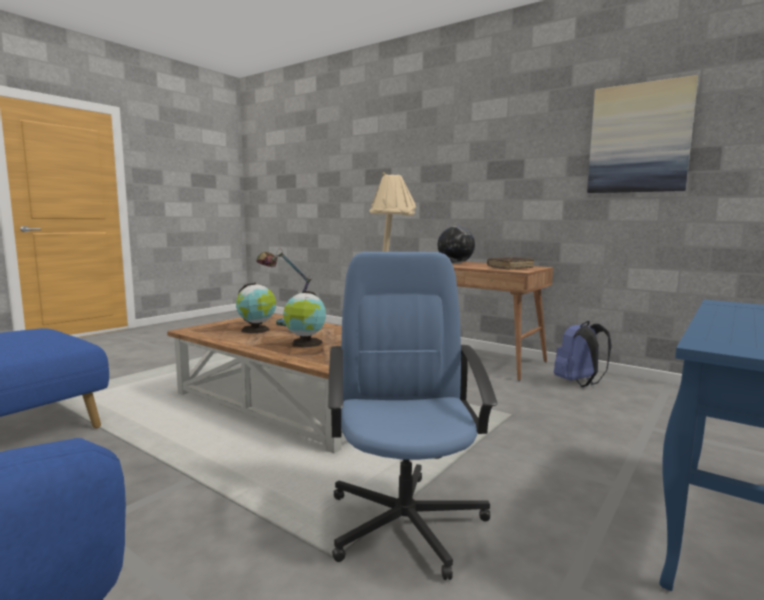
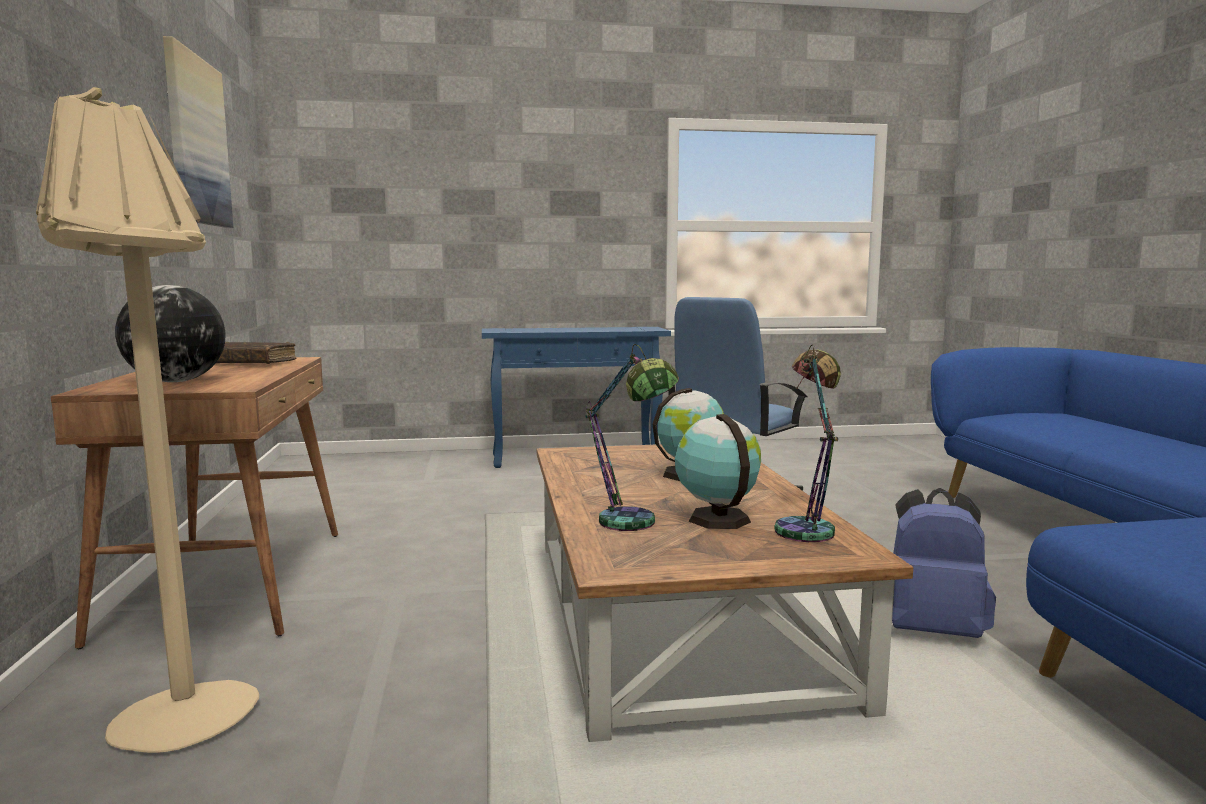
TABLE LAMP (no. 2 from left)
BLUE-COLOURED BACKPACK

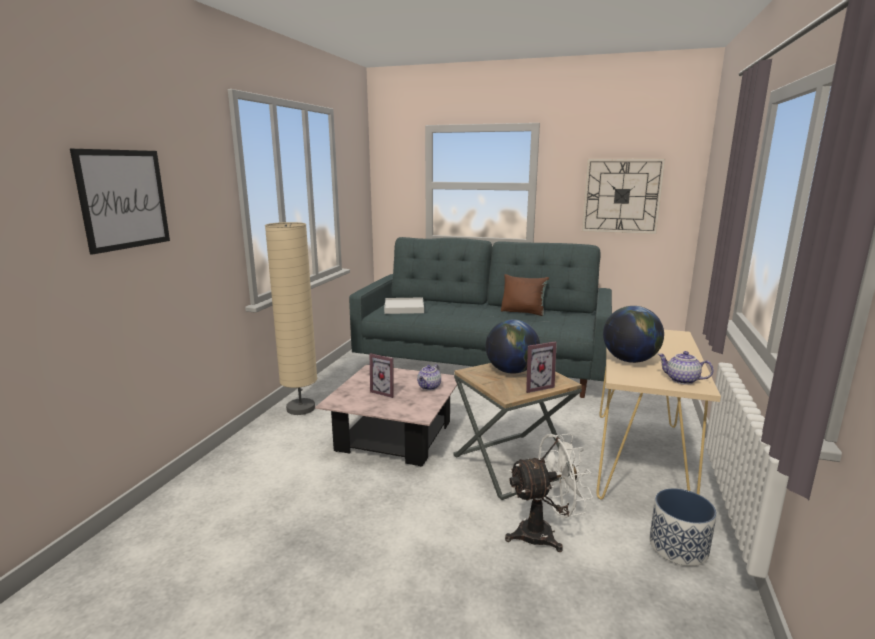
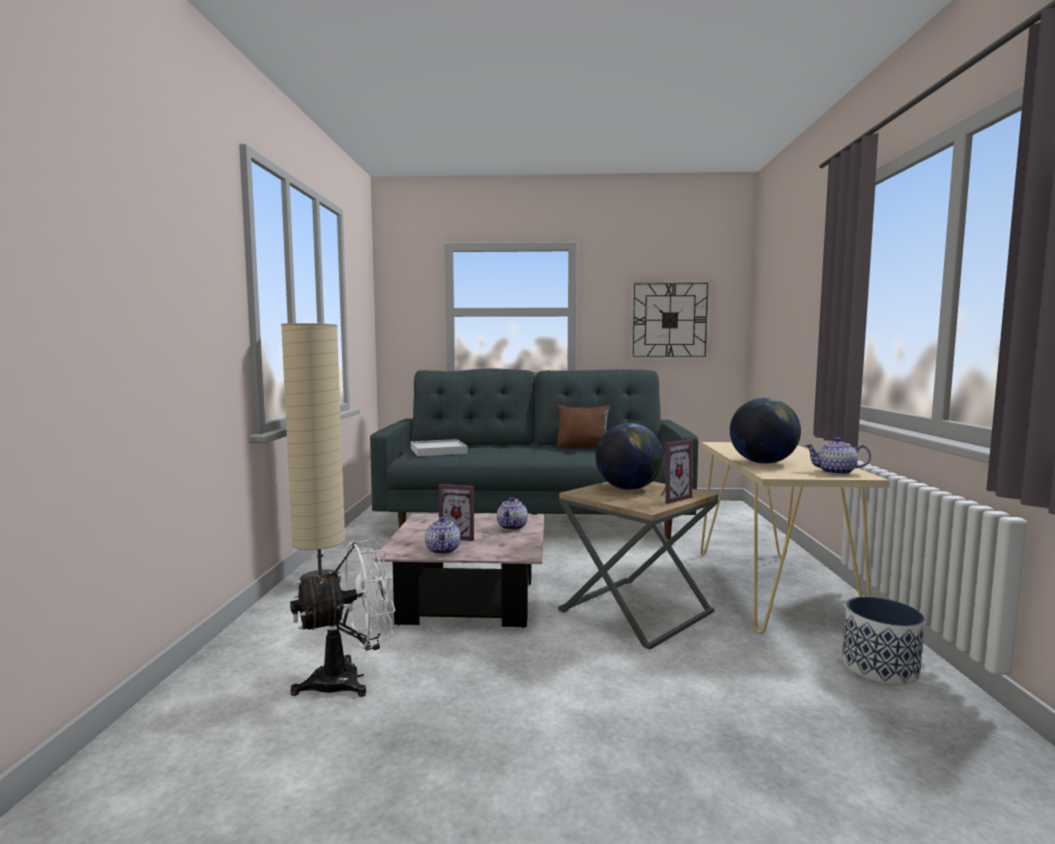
WALL ART
TEA POT (no. 1 from left)
WHITE ELECTRIC FAN

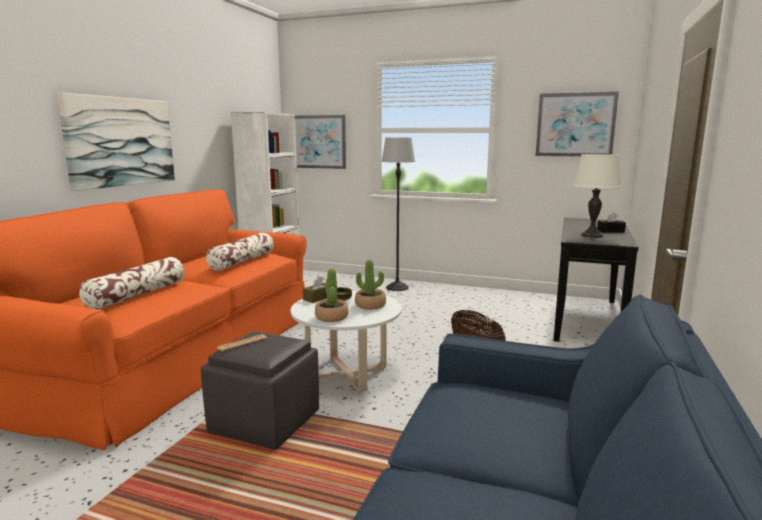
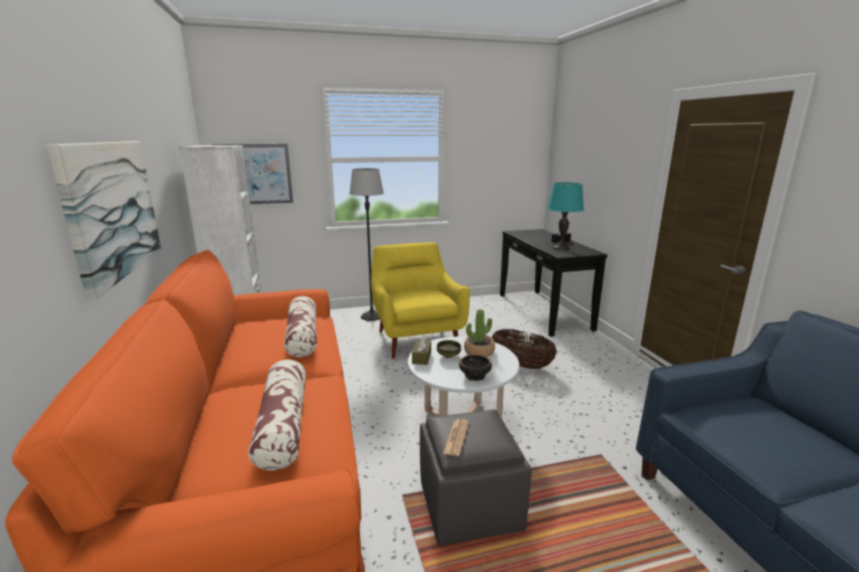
WALL ART (no. 3 from left in the first image)
YELLOW EASY CHAIR
SERVING BOWL (no. 2 from left)
TURQUOISE-COLOURED TABLE LAMP

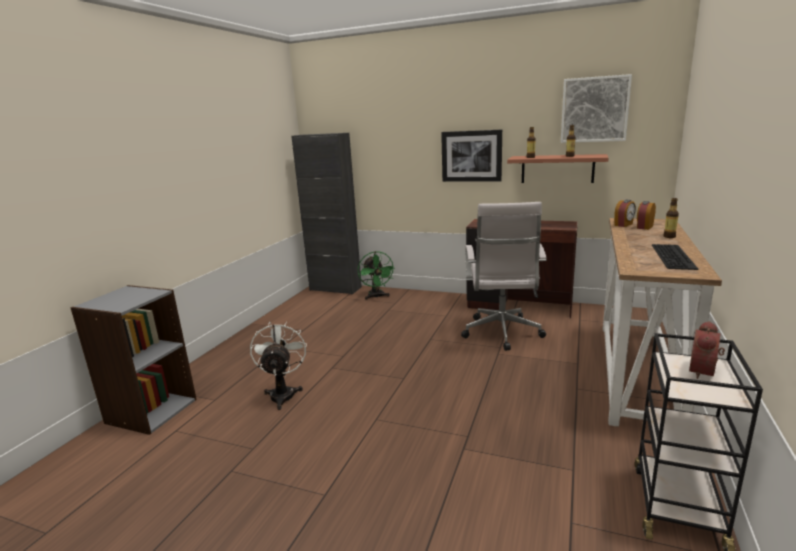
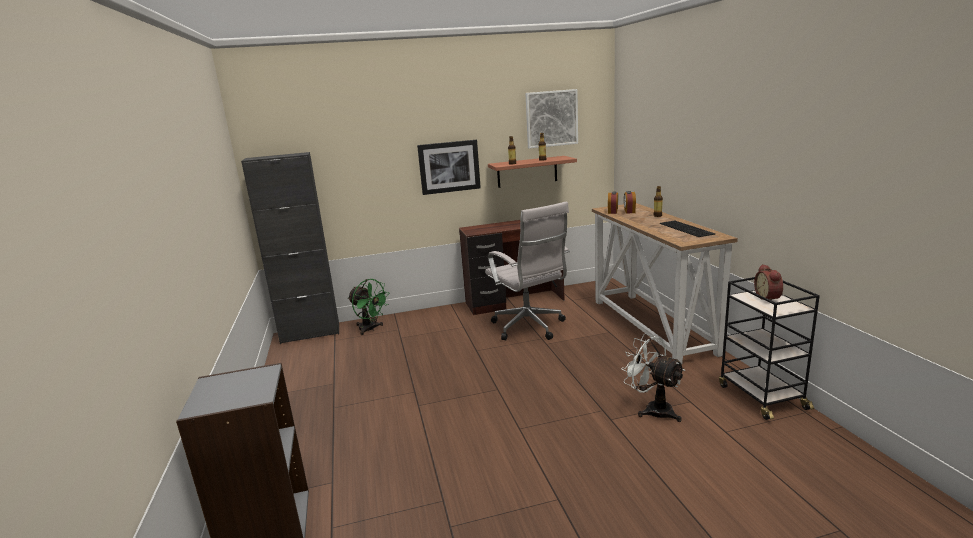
WHITE ELECTRIC FAN

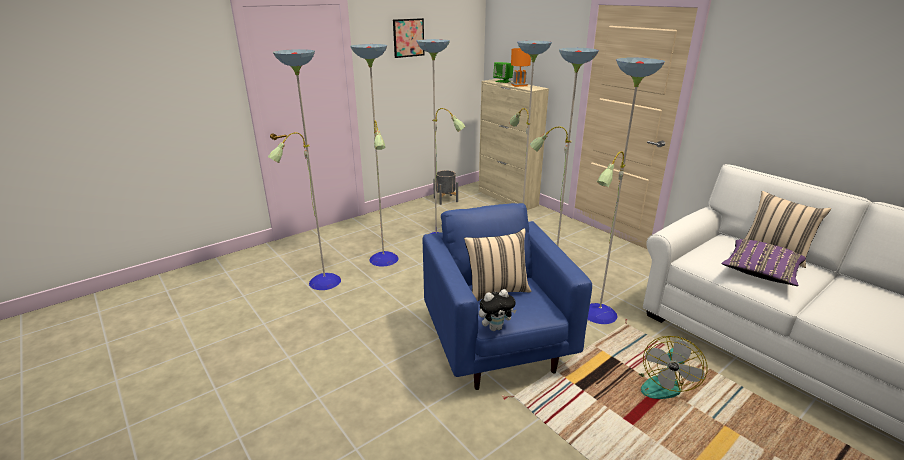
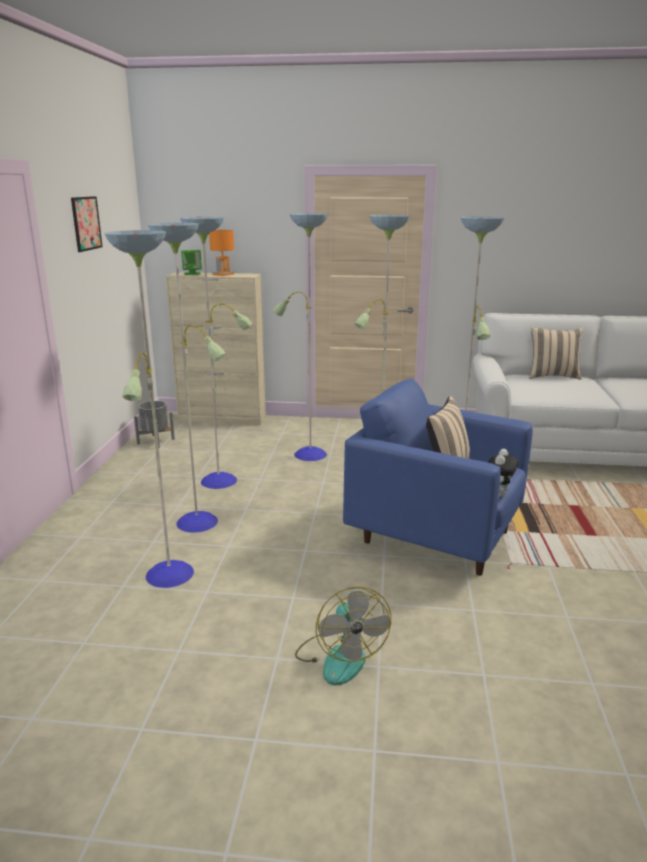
PURPLE CUSHION
ELECTRIC FAN

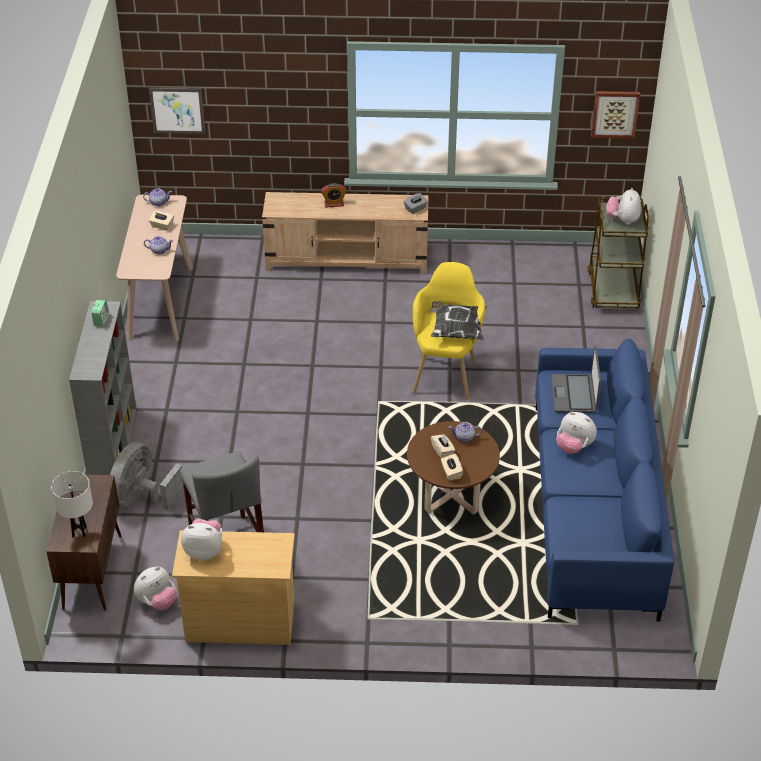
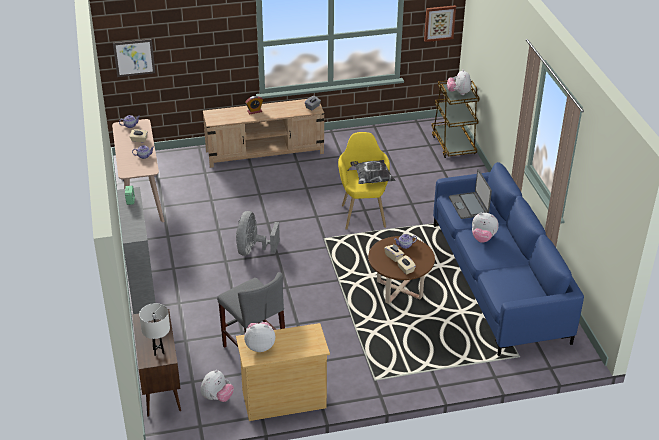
GREYISH ELECTRIC FAN

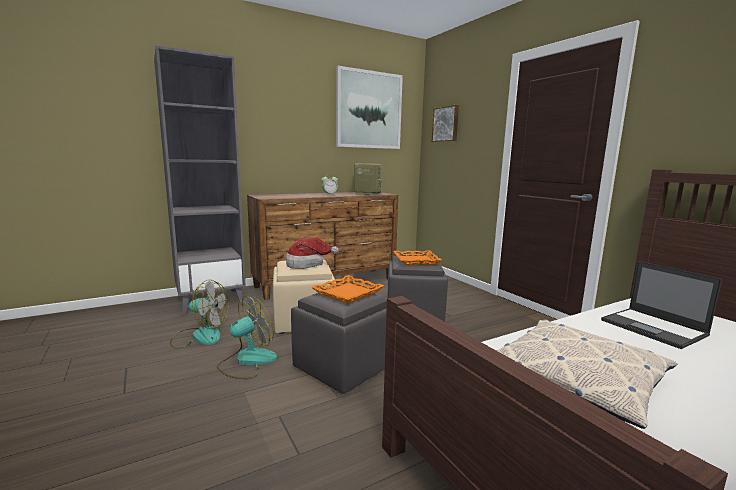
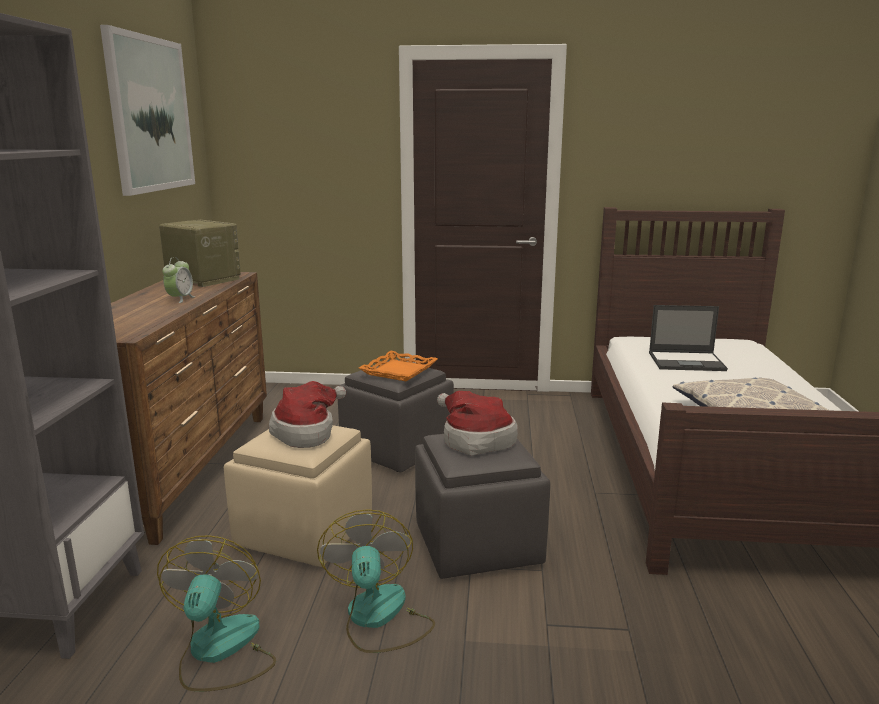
WALL ART (no. 2 from left in the first image)
WEARABLE HAT (no. 2 from left)
ELECTRIC FAN (no. 1 from left)

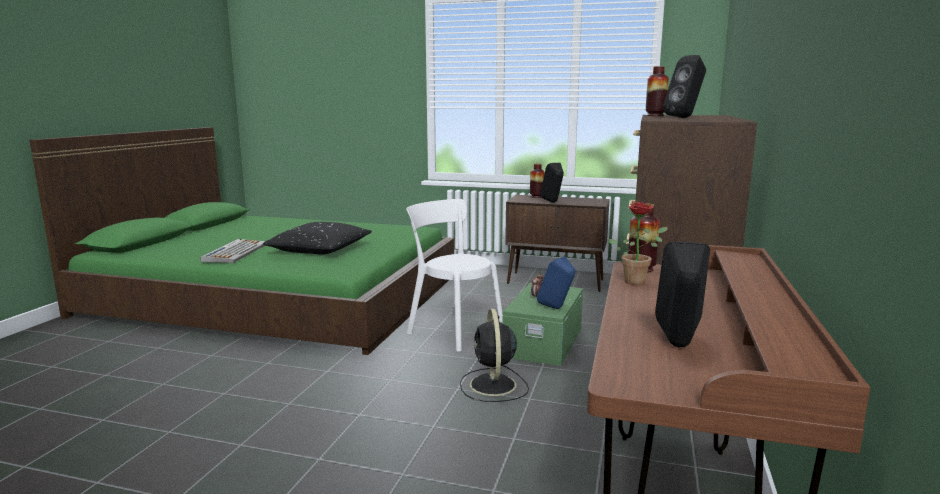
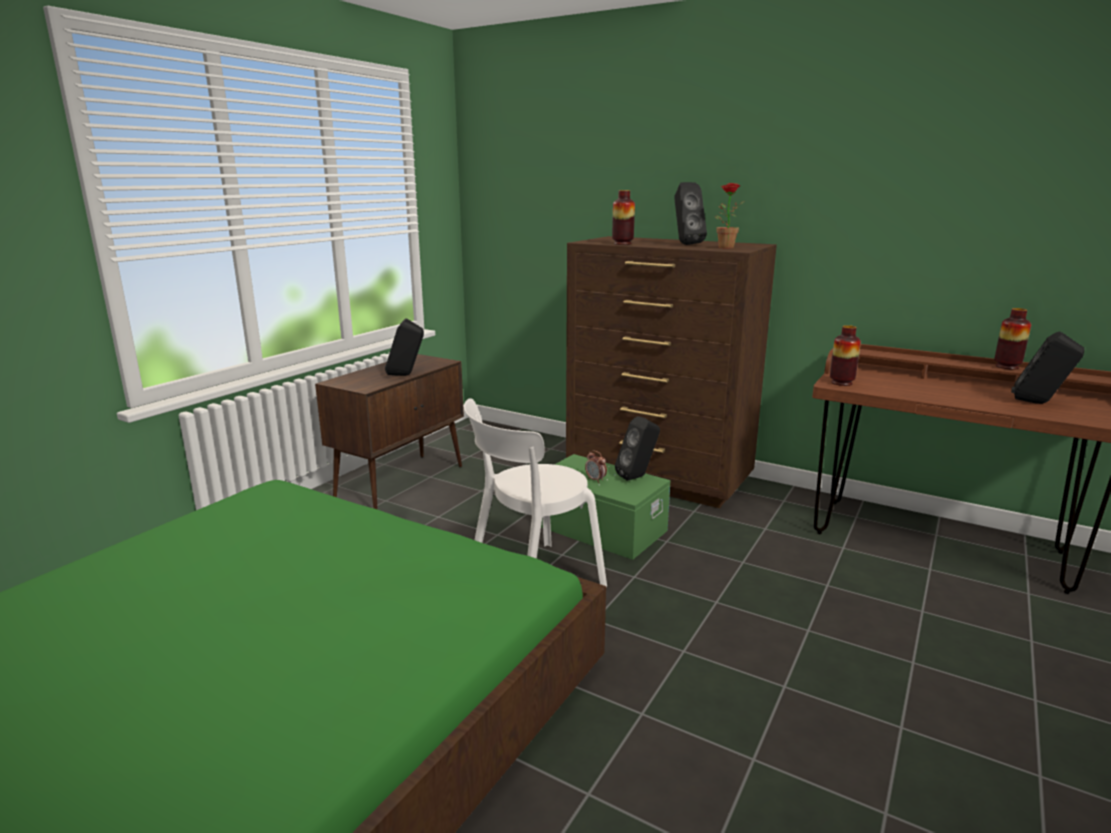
COMPUTER KEYBOARD
BLACK CUSHION
BLACK ELECTRIC FAN
DECORATIVE VASE (no. 3 from left)
POTTED PLANT
BLACK SPEAKER (no. 2 from left)

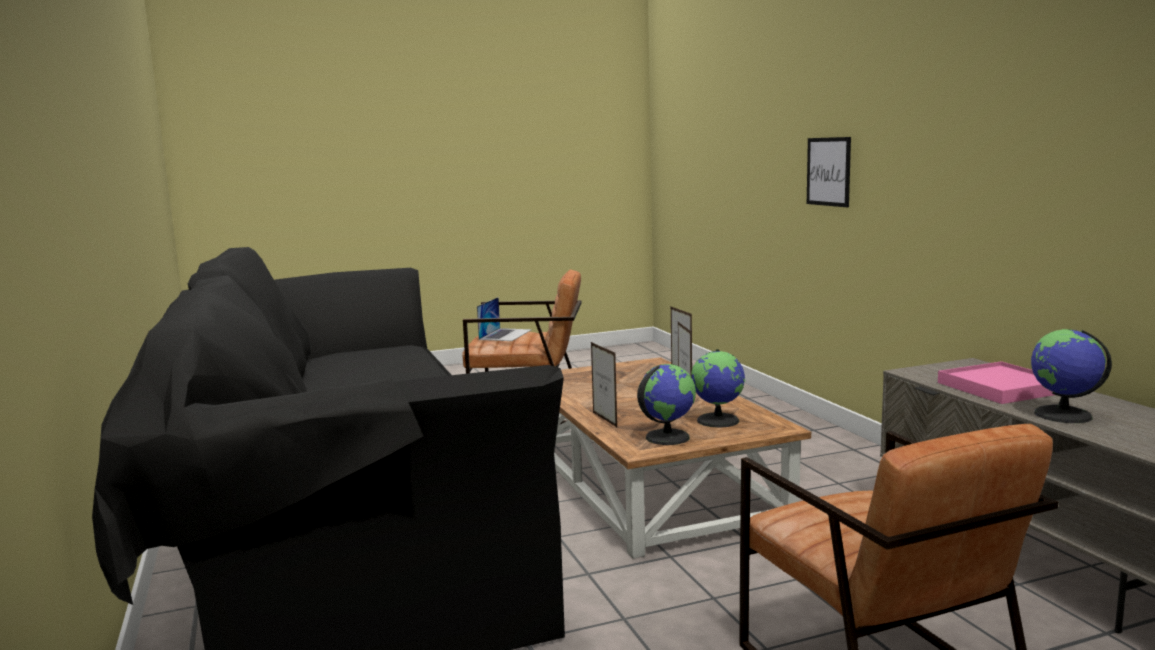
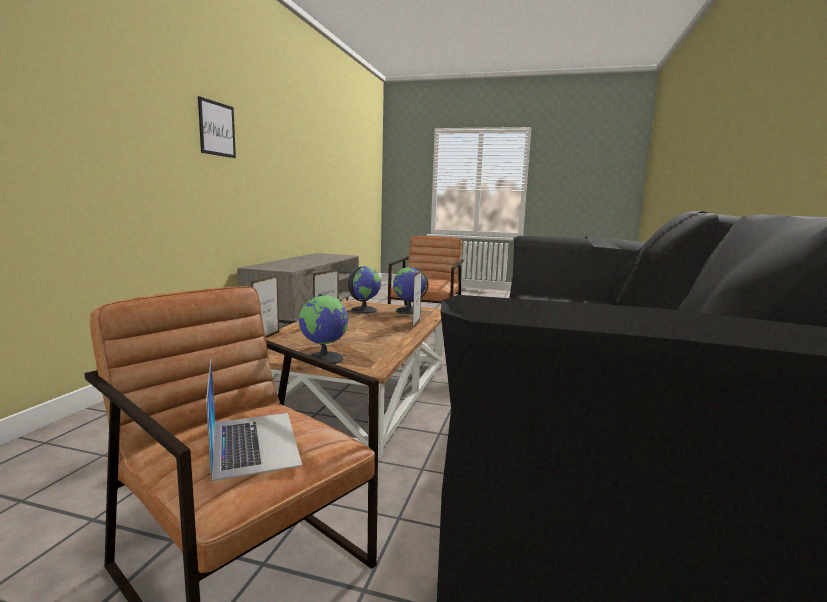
PINK-COLOURED SERVING TRAY
WALL ART
WORLD GLOBE (no. 1 from left)
PORTABLE COMPUTER

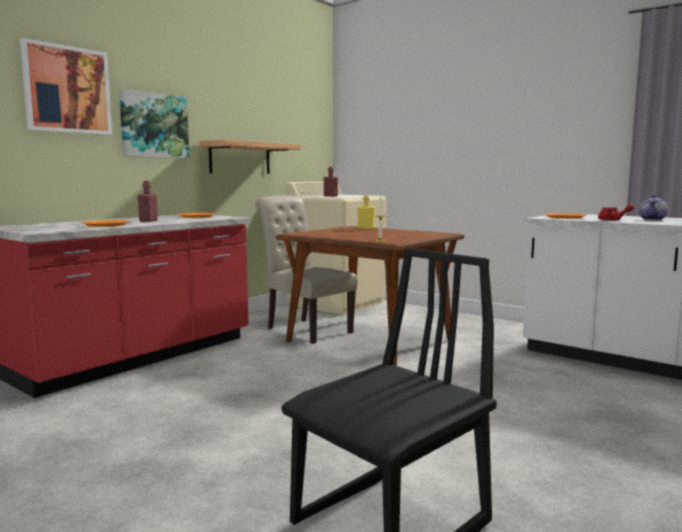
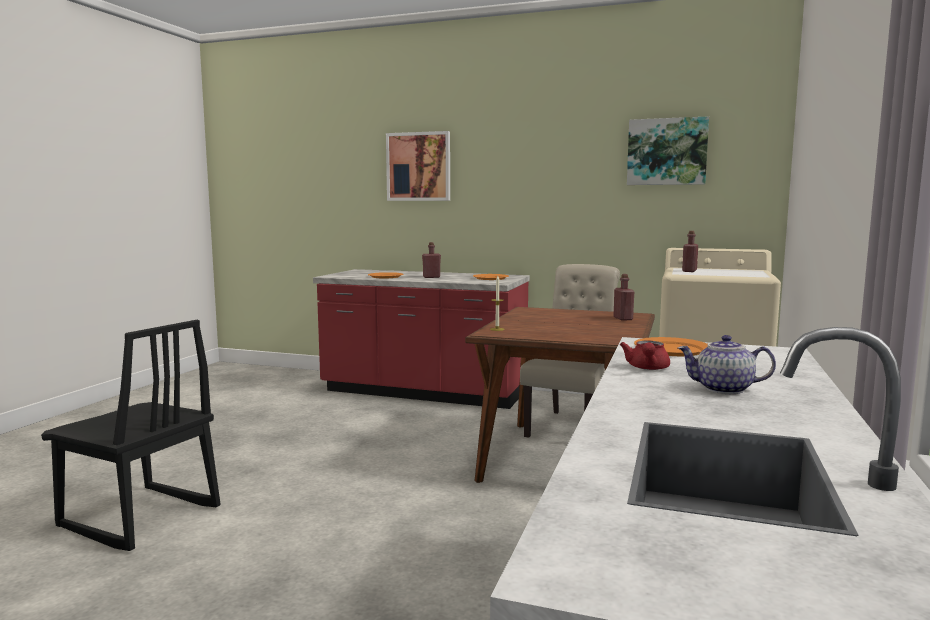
BRACKET SHELF
WALL ART (no. 2 from left)
RED BOTTLE (no. 2 from left)

